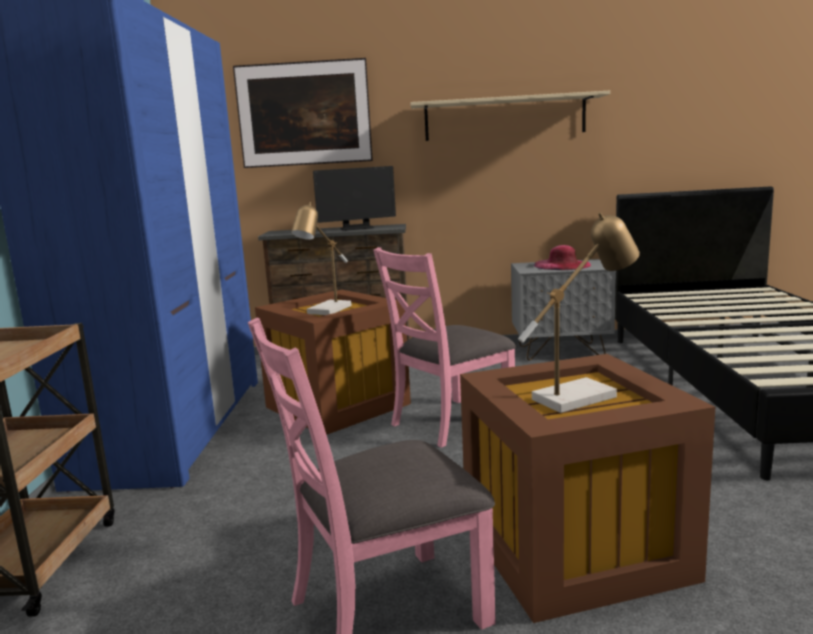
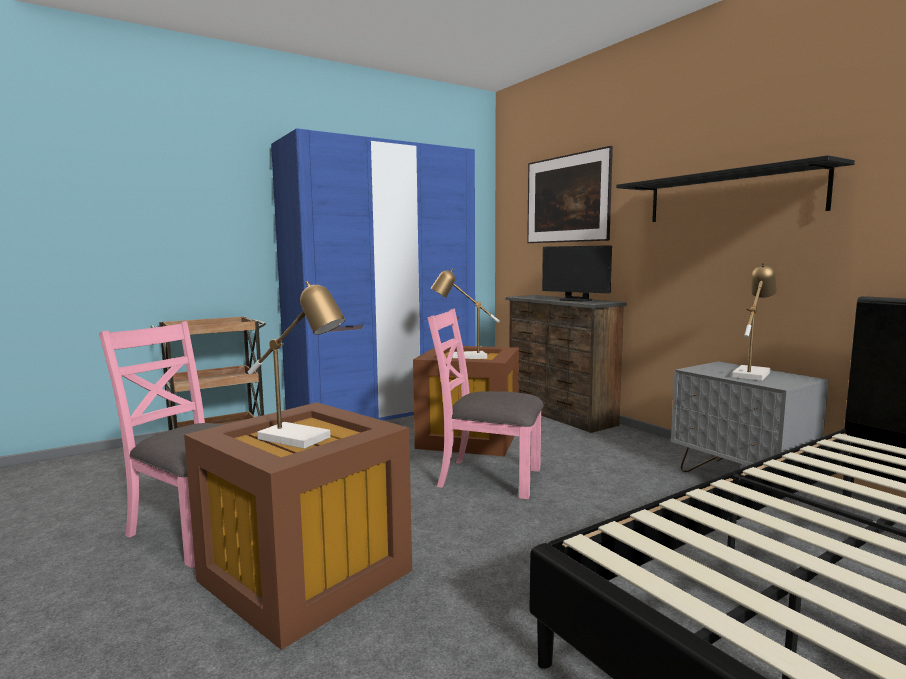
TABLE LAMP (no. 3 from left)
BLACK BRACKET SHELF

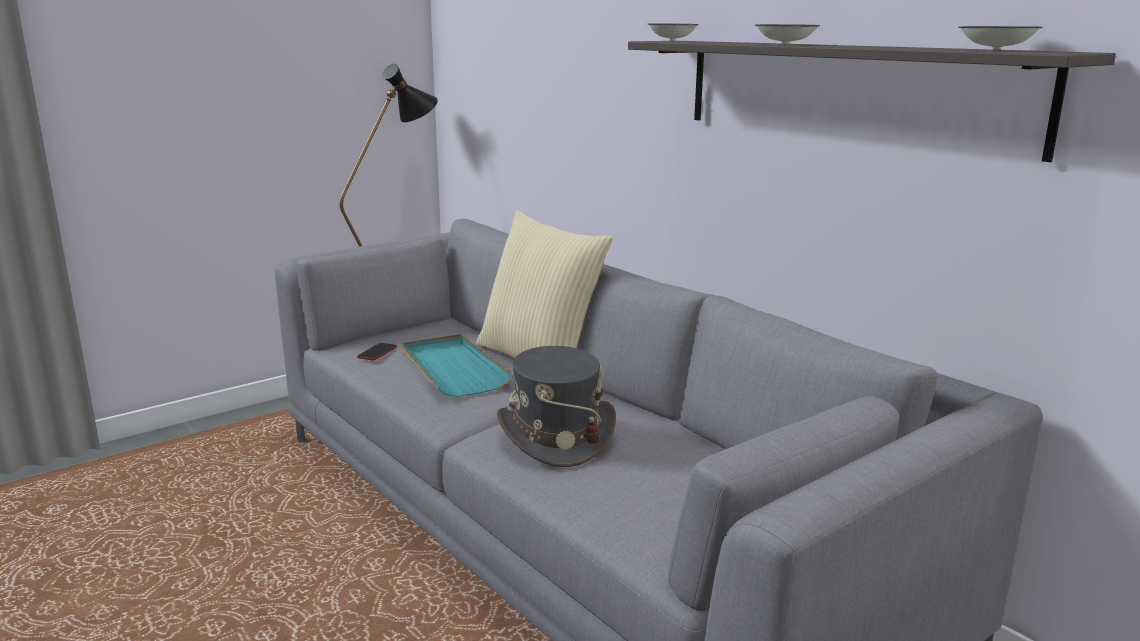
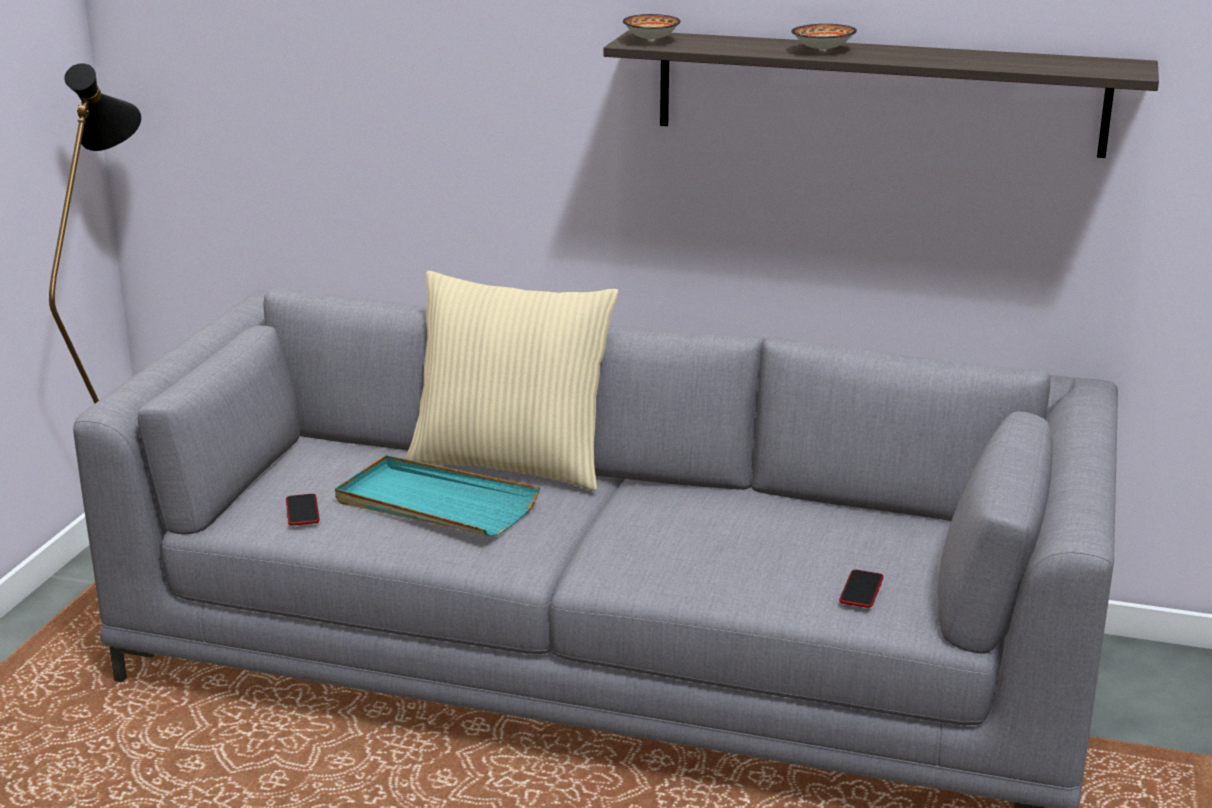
GREYISH WEARABLE HAT
SERVING BOWL (no. 3 from left in the first image)
PHONE (no. 2 from left)

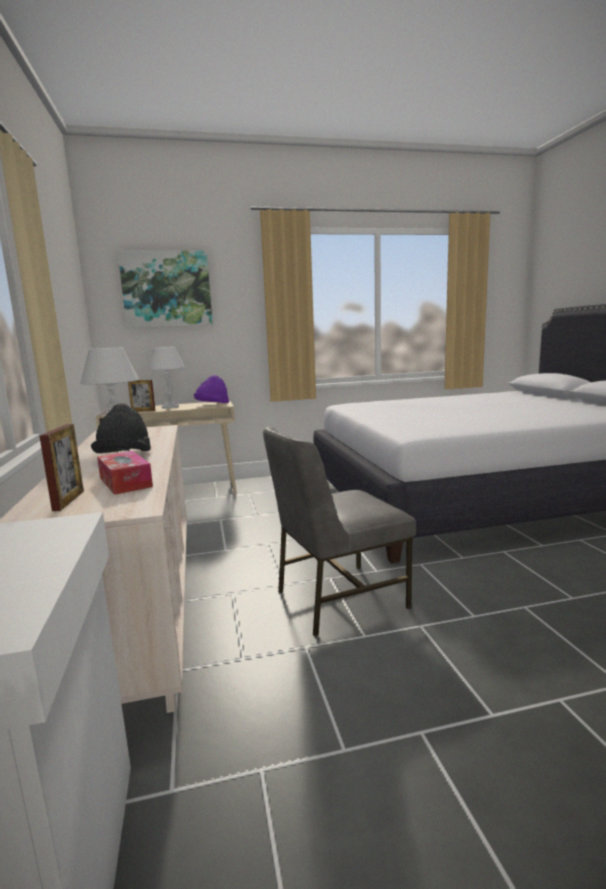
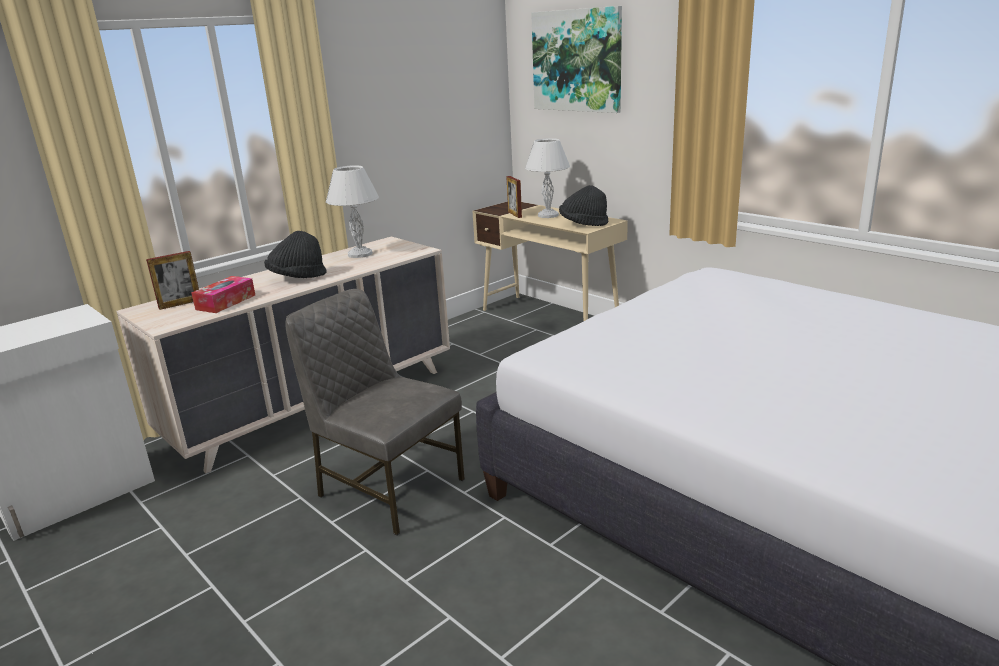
BLACK WEARABLE HAT (no. 2 from left)

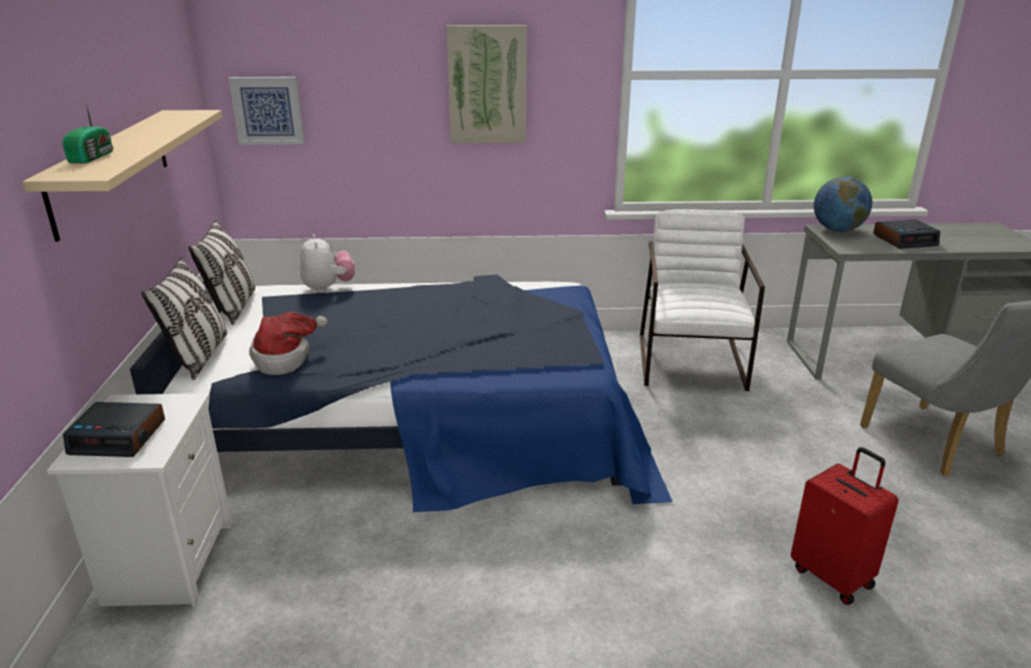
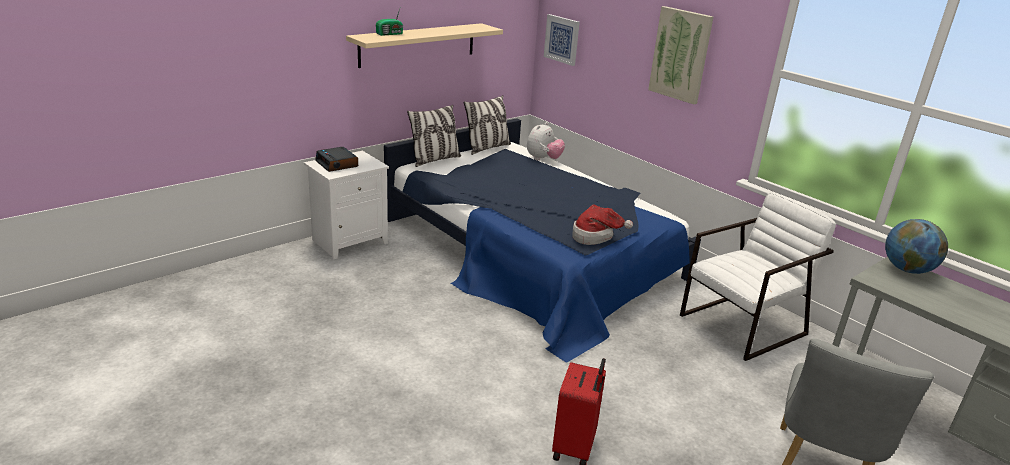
TABLE CLOCK (no. 2 from left in the first image)
WEARABLE HAT

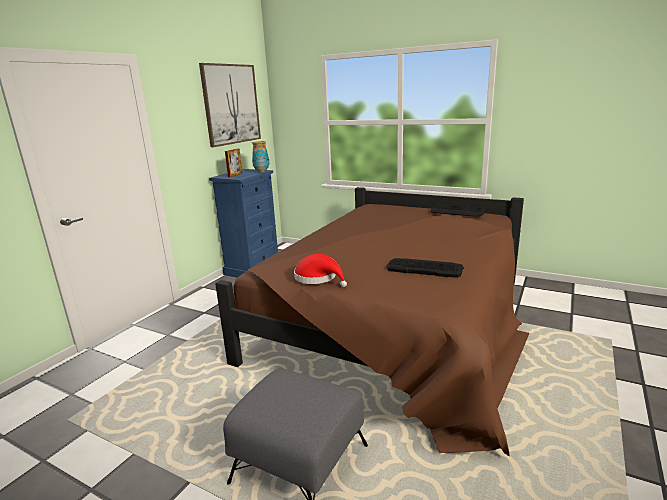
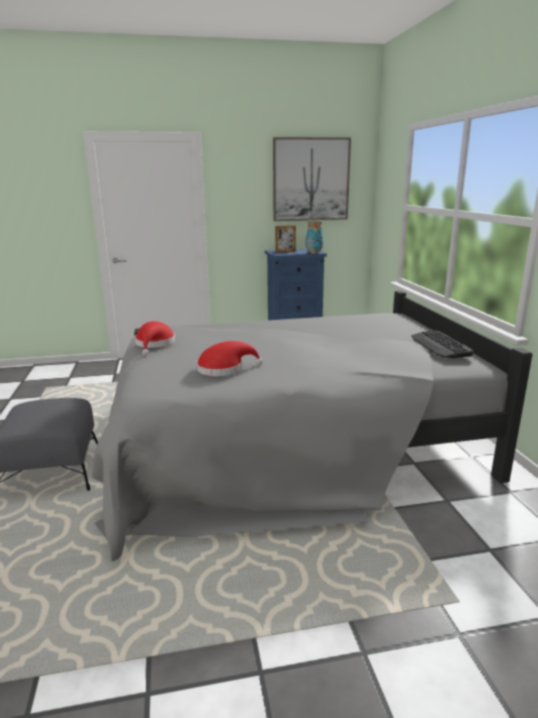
RED WEARABLE HAT (no. 2 from left)
GREYISH BED

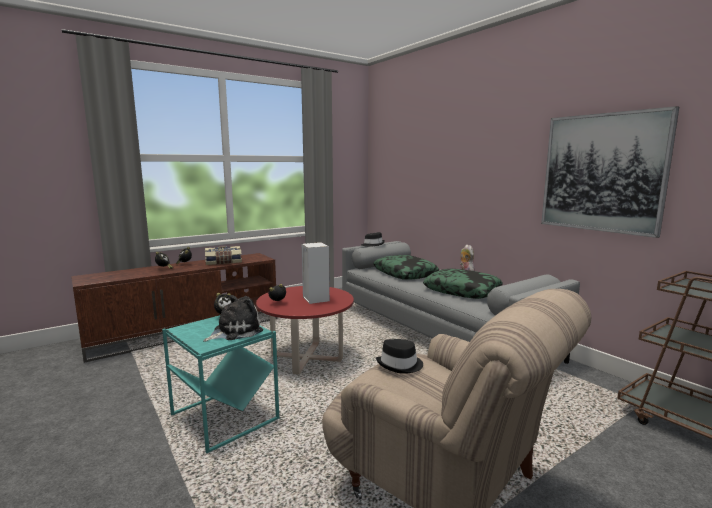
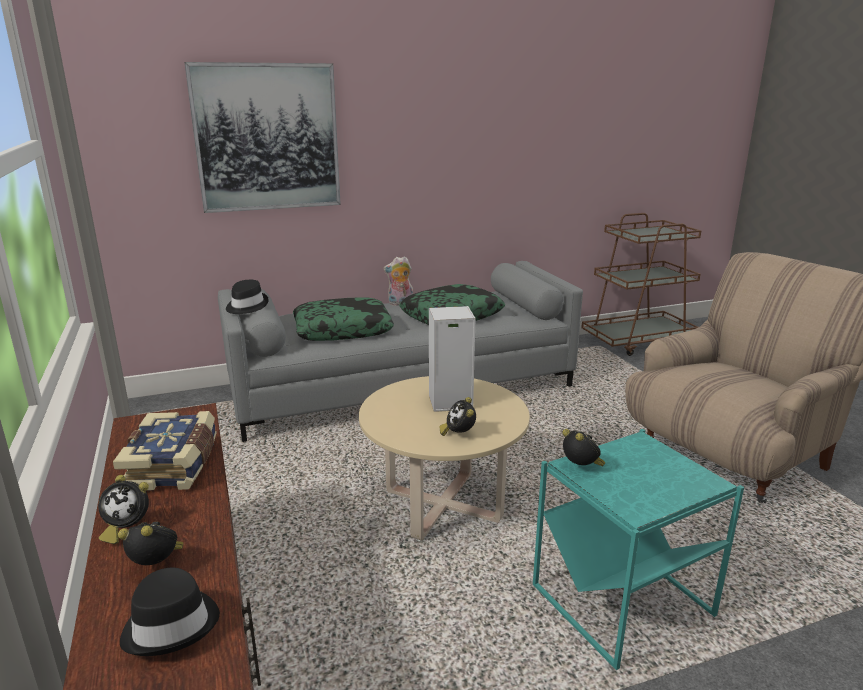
SOFT TOY (no. 1 from left in the first image)
BLACK WEARABLE HAT (no. 1 from left)
WALL ART
BEIGE COFFEE TABLE

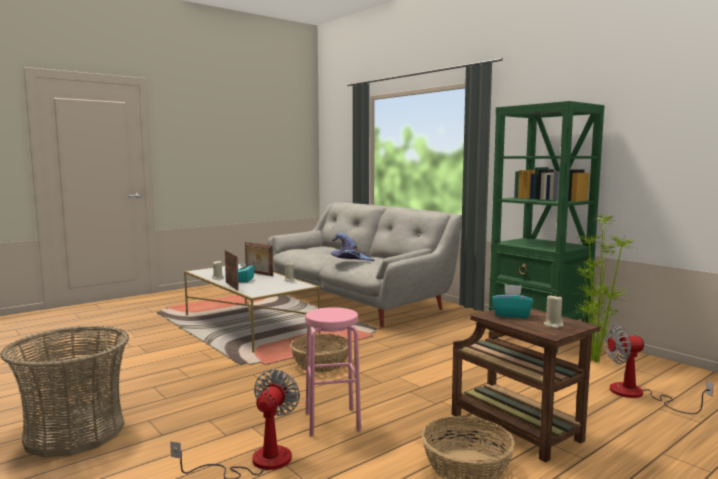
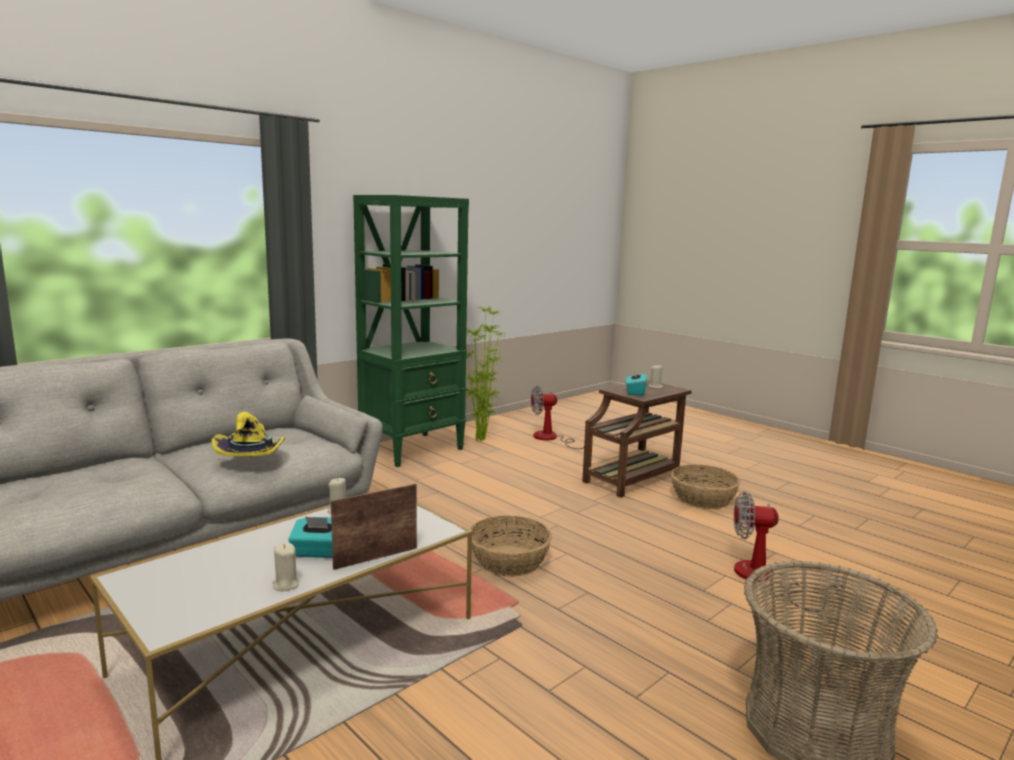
PICTURE FRAME (no. 2 from left in the first image)
PINK-COLOURED SITTING STOOL
YELLOW WEARABLE HAT
ELECTRIC FAN (no. 1 from left)

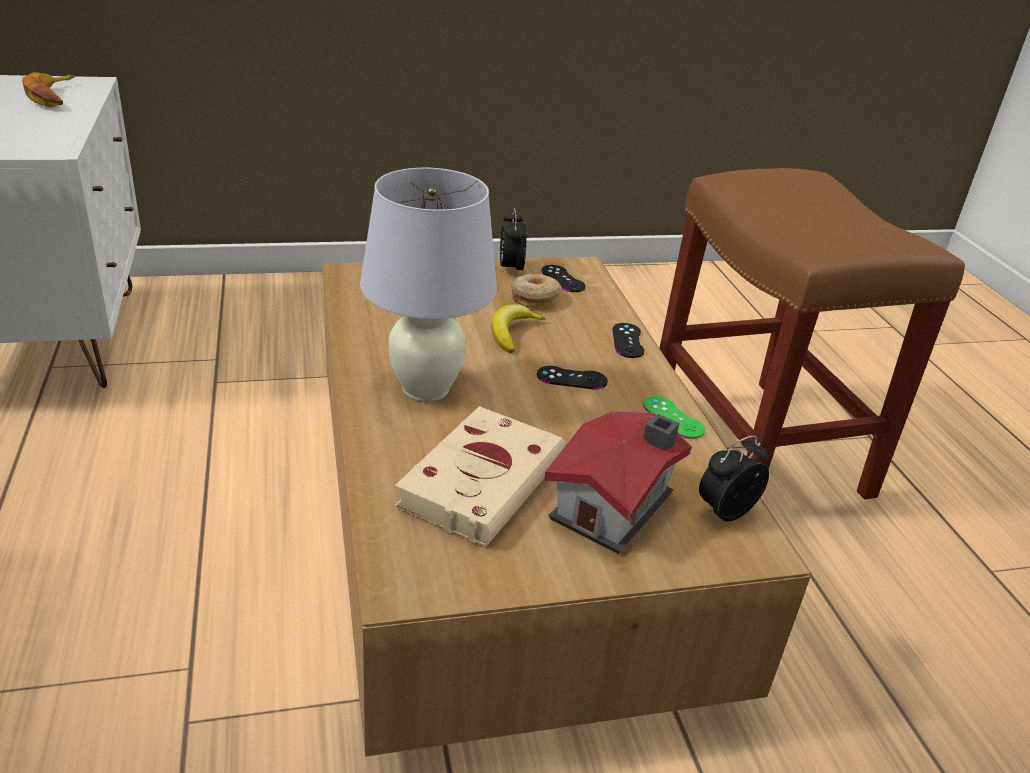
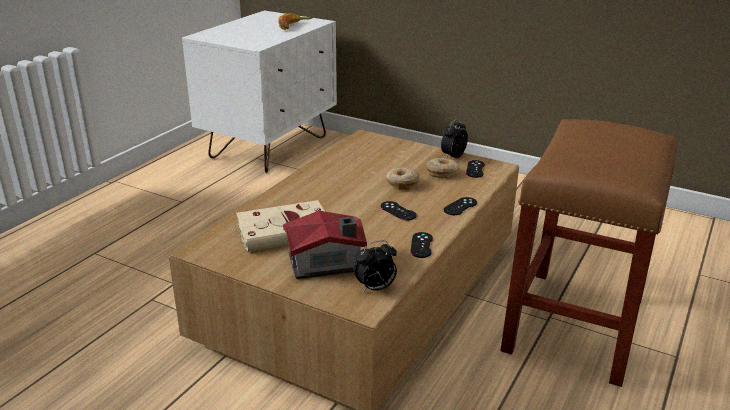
WHITE TABLE LAMP
RING DOUGHNUT (no. 1 from left)
BLACK GAMEPAD (no. 2 from left)
TABLE CLOCK (no. 1 from left)

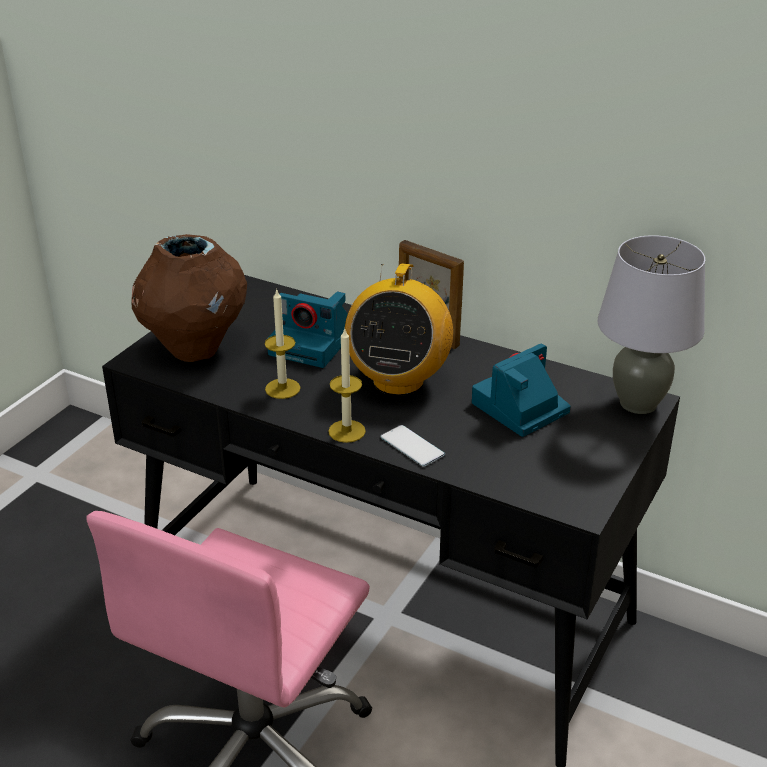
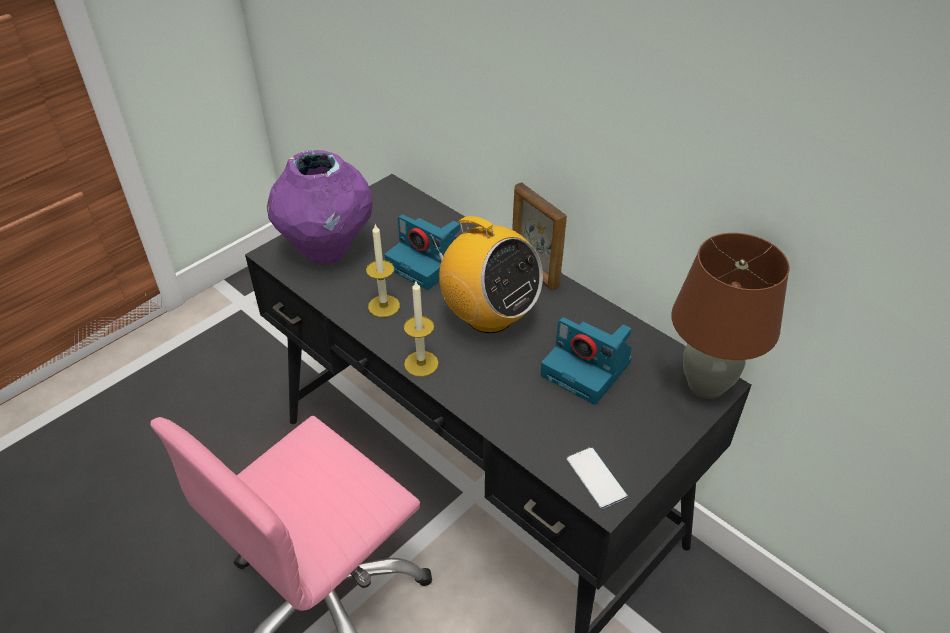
PHONE
PURPLE DECORATIVE VASE
BROWN-COLOURED TABLE LAMP
RADIO SET
PHOTO CAMERA (no. 2 from left)

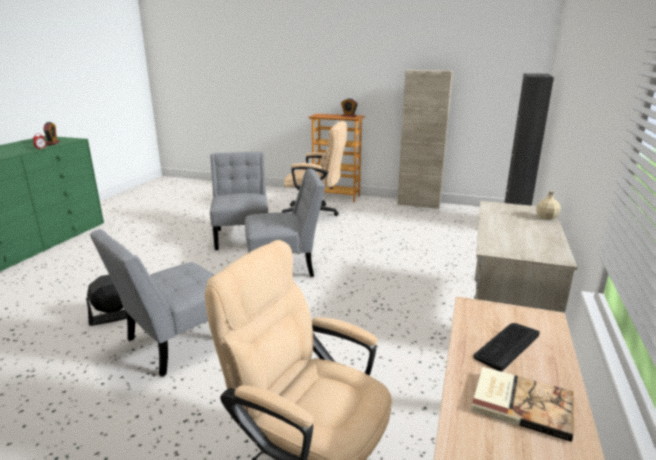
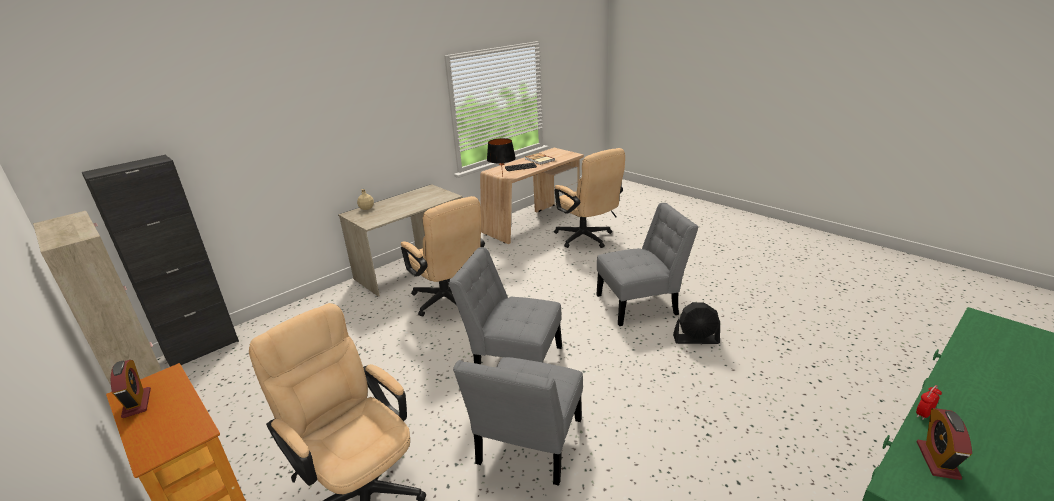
BEIGE OFFICE CHAIR (no. 2 from left)
BLACK TABLE LAMP

